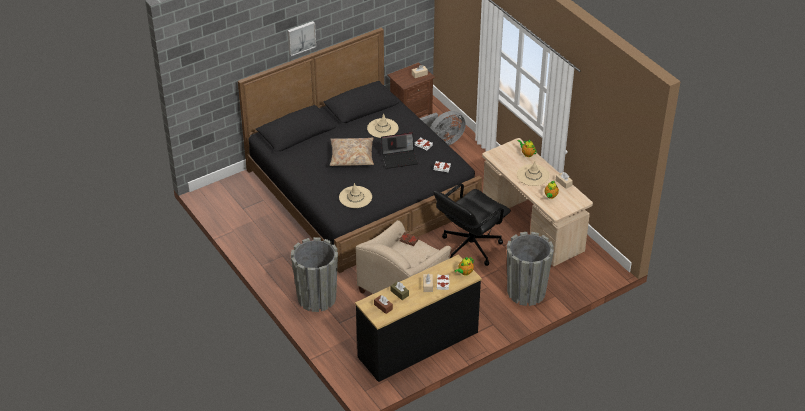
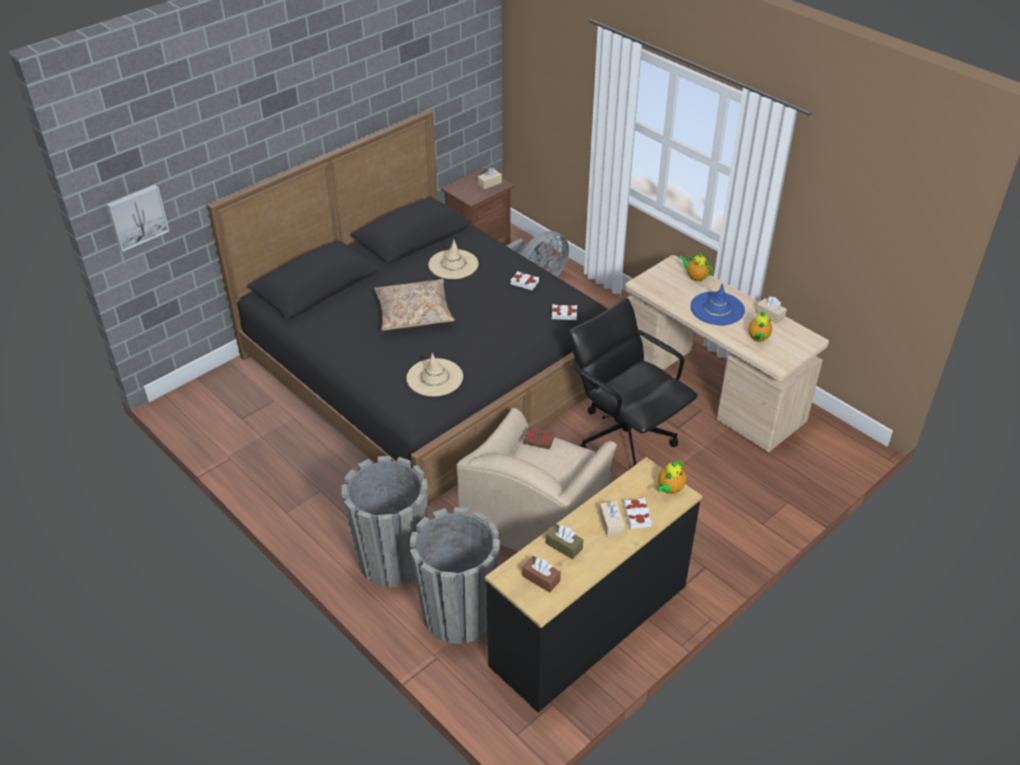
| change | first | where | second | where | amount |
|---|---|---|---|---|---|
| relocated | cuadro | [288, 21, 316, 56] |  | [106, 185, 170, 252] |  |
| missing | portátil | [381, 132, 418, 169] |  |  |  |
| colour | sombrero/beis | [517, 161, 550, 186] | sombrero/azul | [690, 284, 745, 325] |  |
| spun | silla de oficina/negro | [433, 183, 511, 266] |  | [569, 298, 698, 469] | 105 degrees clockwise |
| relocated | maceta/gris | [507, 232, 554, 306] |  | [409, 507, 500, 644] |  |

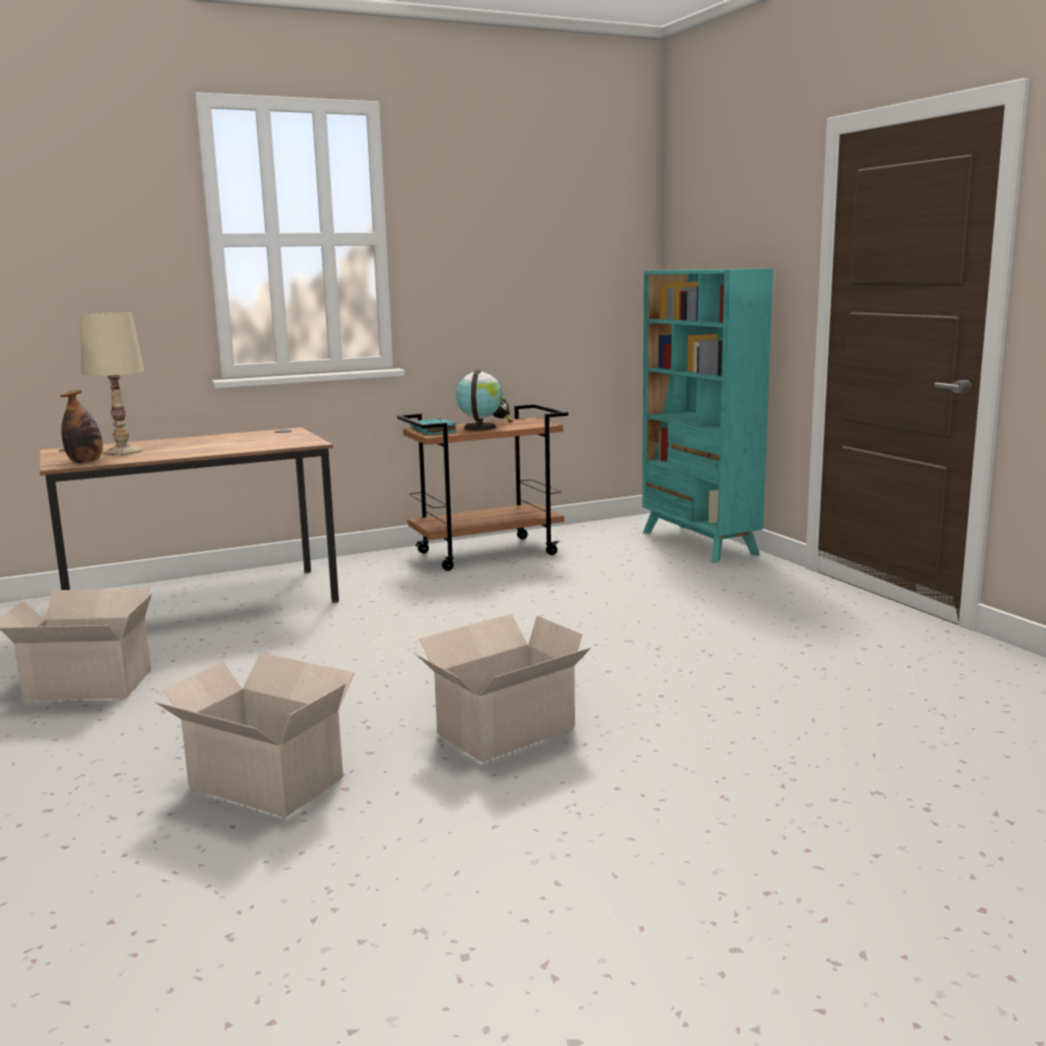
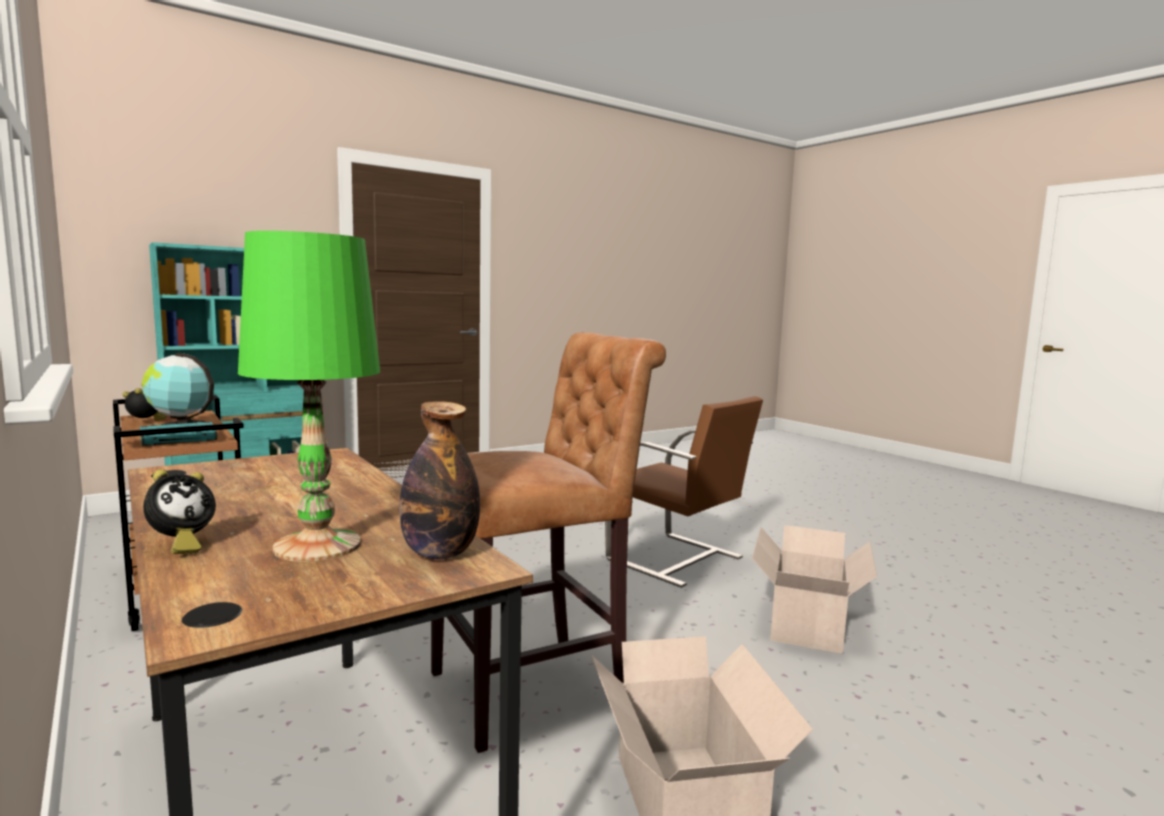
| change | first | where | second | where | amount |
|---|---|---|---|---|---|
| colour | lámpara de mesa/beis | [80, 312, 144, 455] | lámpara de mesa/verde | [238, 231, 380, 562] |  |
| exchanged | caja de cartón | [416, 614, 591, 762] | silla/marrón | [605, 396, 763, 588] |  |
| appeared |  |  | taburete/marrón | [431, 332, 666, 753] |  |
| appeared |  |  | despertador | [143, 469, 216, 554] |  |

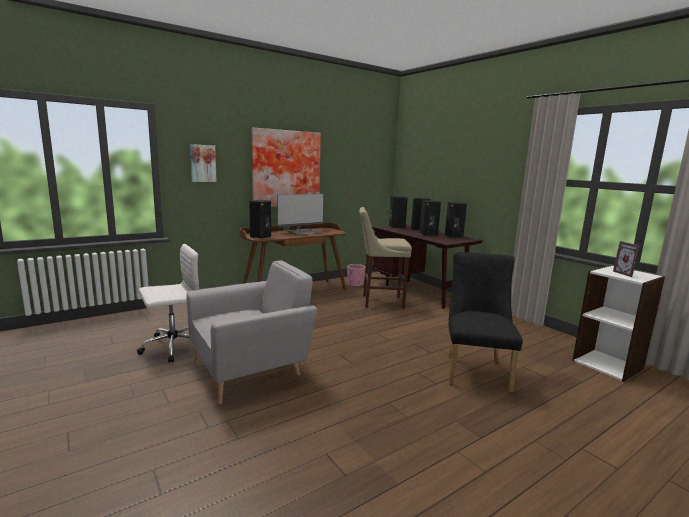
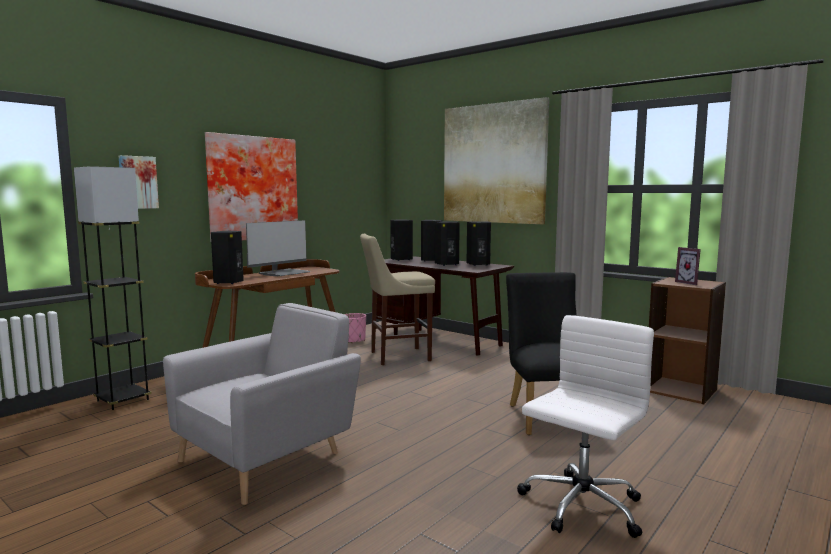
| change | first | where | second | where | amount |
|---|---|---|---|---|---|
| relocated | silla de oficina/blanco | [137, 244, 199, 363] |  | [517, 315, 654, 538] |  |
| colour | estantería/blanco | [572, 265, 665, 382] | estantería/marrón | [649, 277, 726, 404] |  |
| appeared |  |  | cuadro | [444, 97, 549, 224] |  |
| appeared |  |  | lámpara de pie/gris | [74, 166, 152, 410] |  |

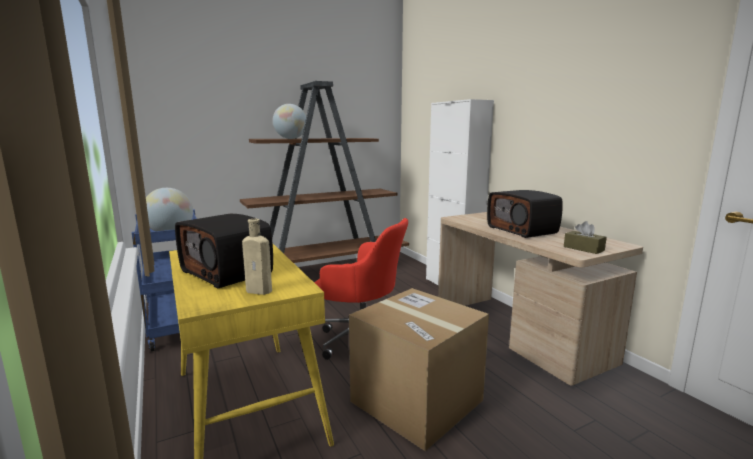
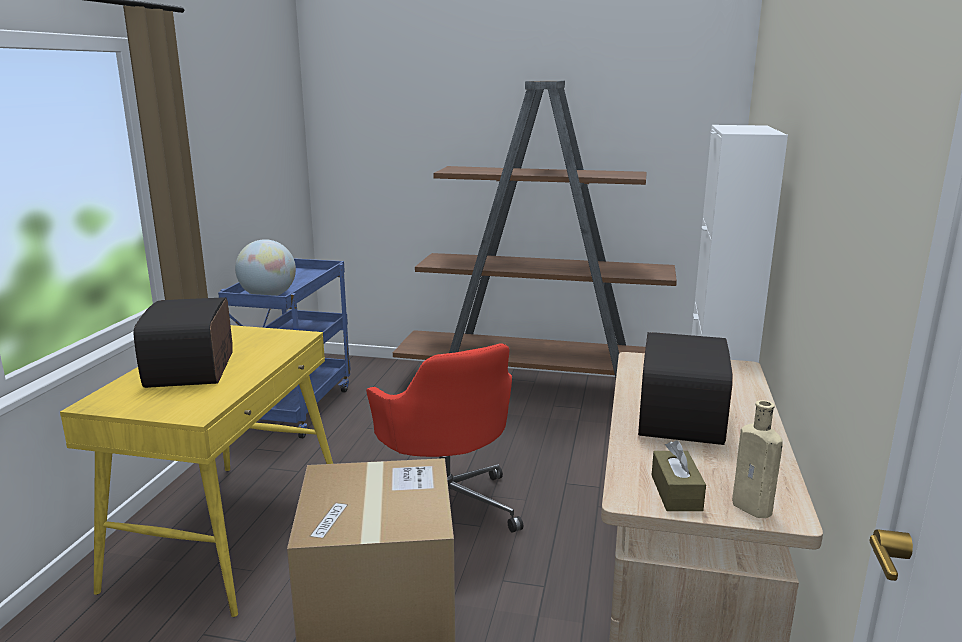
| change | first | where | second | where | amount |
|---|---|---|---|---|---|
| missing | globo terráqueo | [273, 104, 306, 139] |  |  |  |
| relocated | botella/beis | [242, 219, 272, 295] |  | [732, 400, 783, 518] |  |

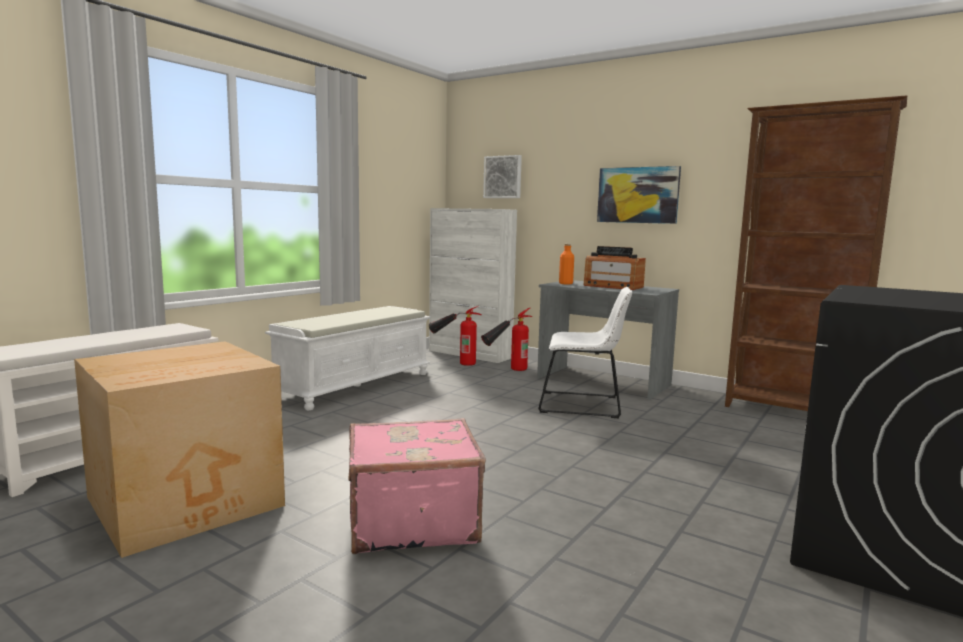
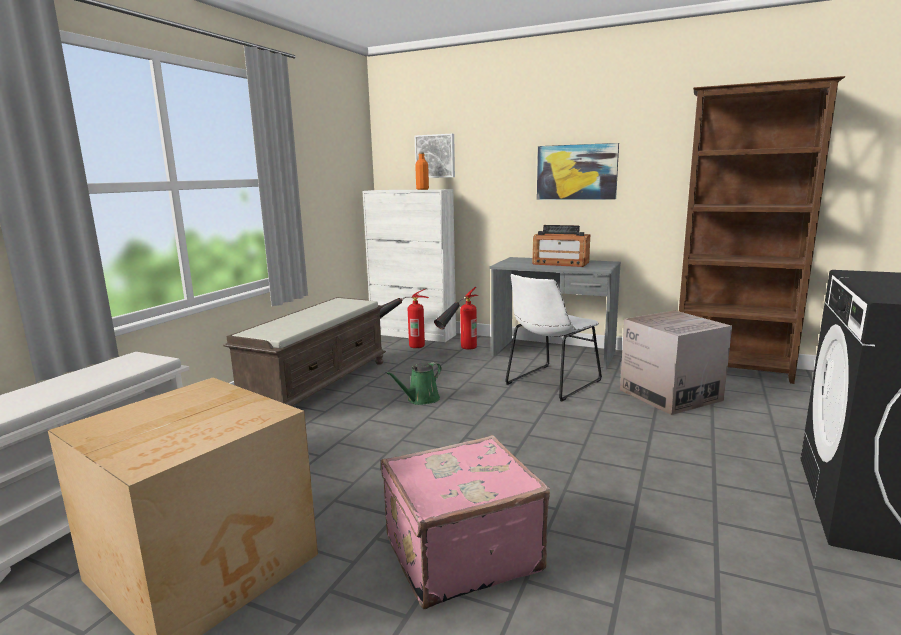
| change | first | where | second | where | amount |
|---|---|---|---|---|---|
| relocated | botella/naranja | [559, 244, 574, 284] |  | [415, 152, 429, 190] |  |
| spun | silla/blanco | [538, 287, 632, 418] |  | [505, 274, 602, 402] | 135 degrees clockwise |
| colour | banco/blanco | [265, 306, 431, 410] | banco/marrón | [223, 297, 386, 406] |  |
| appeared |  |  | caja de cartón | [620, 311, 732, 415] |  |
| appeared |  |  | regadera/verde | [385, 362, 442, 405] |  |

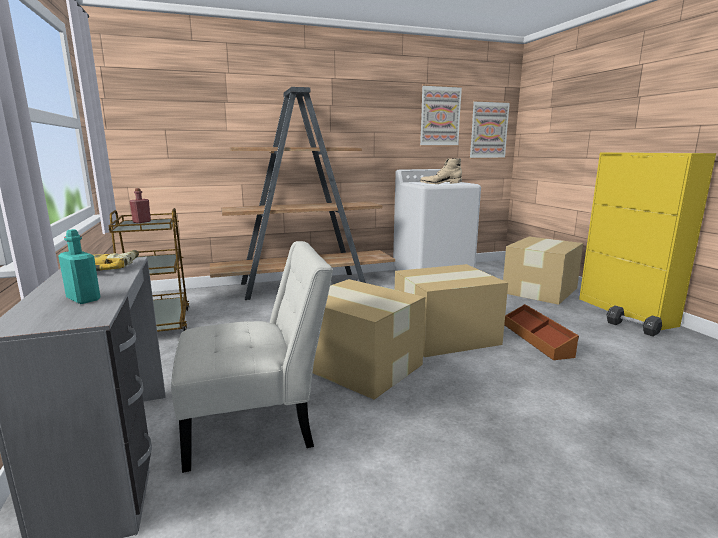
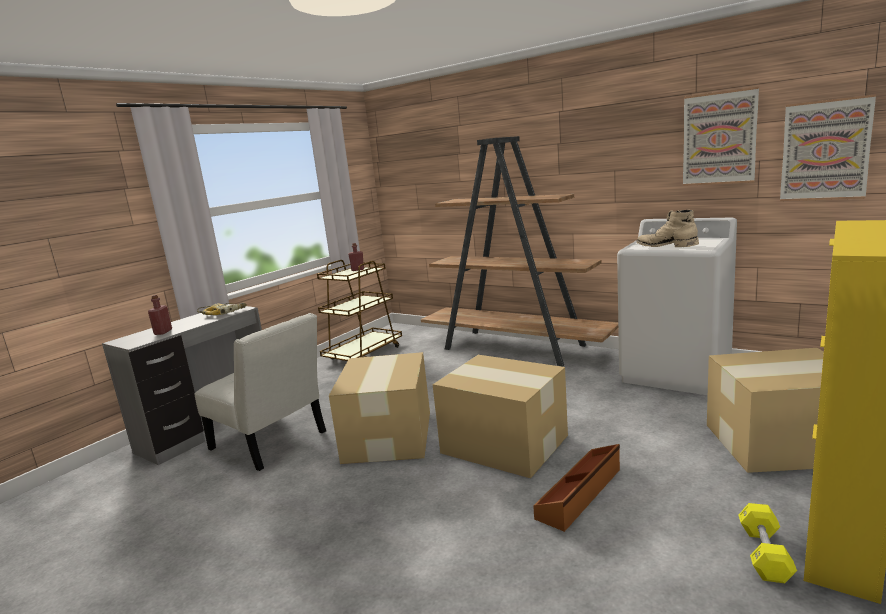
| change | first | where | second | where | amount |
|---|---|---|---|---|---|
| colour | botella/turquesa | [58, 229, 101, 304] | botella/rojo | [148, 295, 172, 335] |  |
| colour | mancuerna/negro | [607, 306, 662, 337] | mancuerna/amarillo | [739, 503, 797, 583] |  |

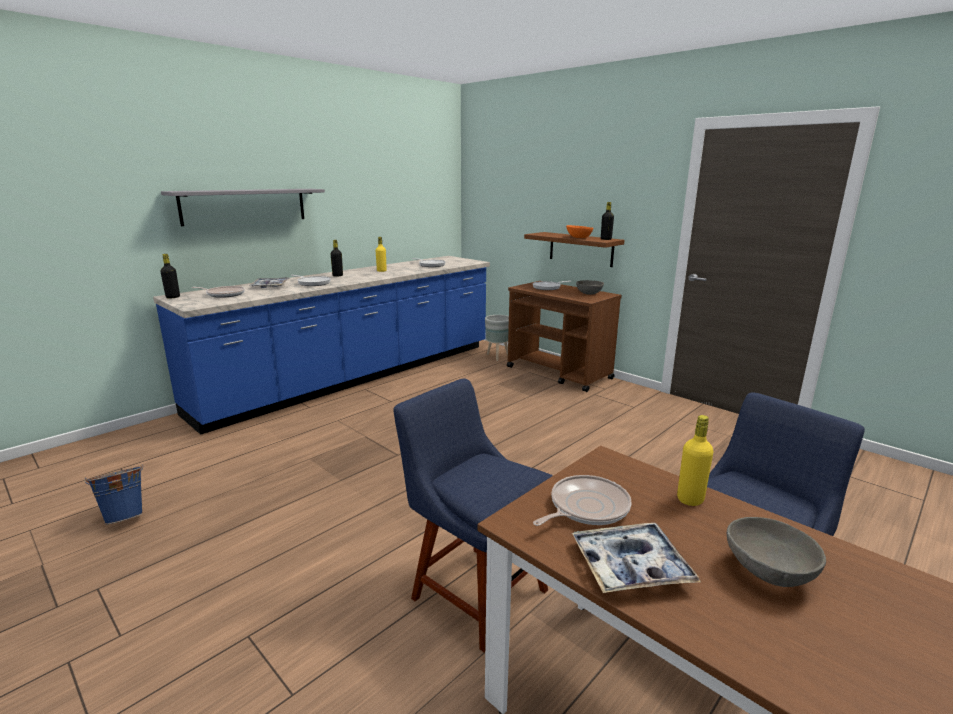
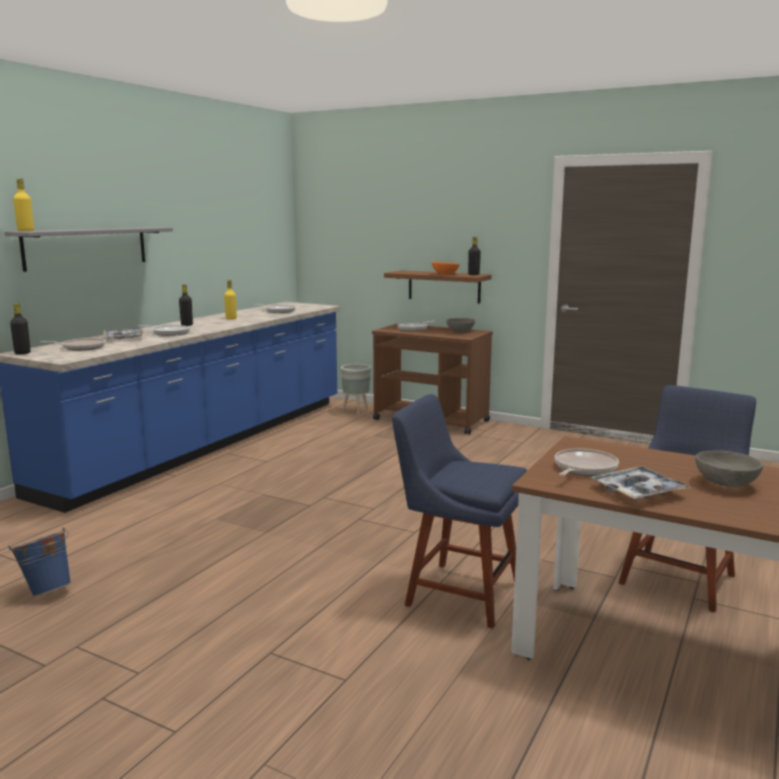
| change | first | where | second | where | amount |
|---|---|---|---|---|---|
| relocated | botella/amarillo | [677, 415, 713, 506] |  | [13, 178, 34, 231] |  |

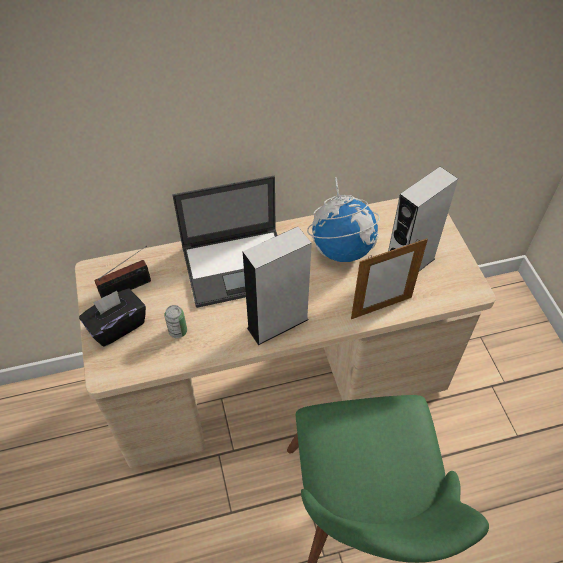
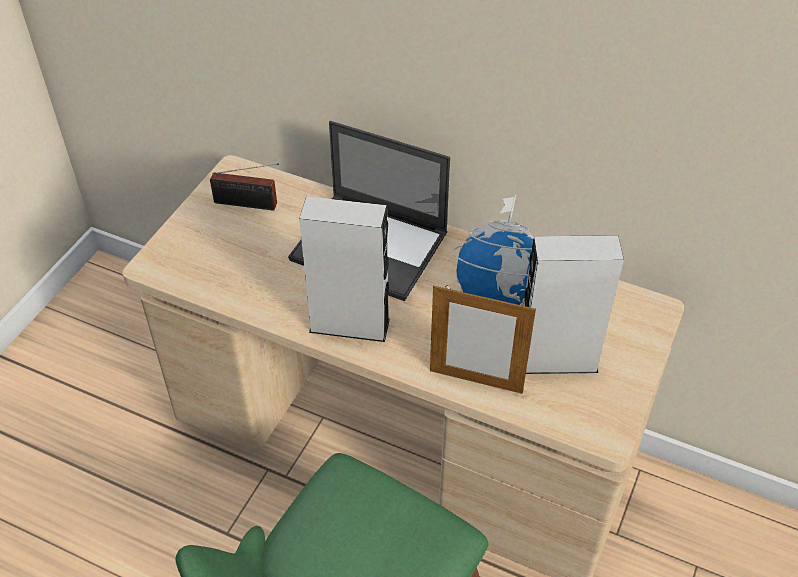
| change | first | where | second | where | amount |
|---|---|---|---|---|---|
| missing | caja de pañuelos/negro | [79, 289, 146, 347] |  |  |  |
| missing | lata | [164, 305, 187, 338] |  |  |  |

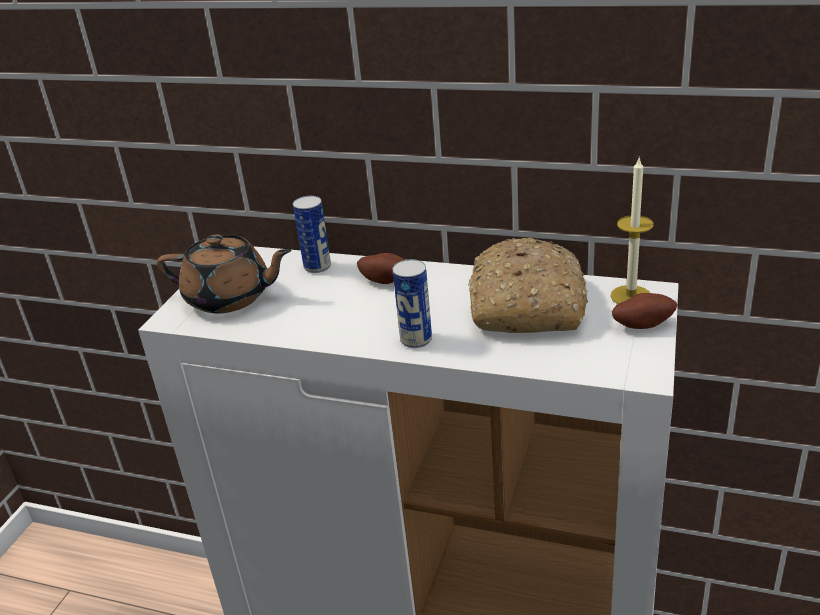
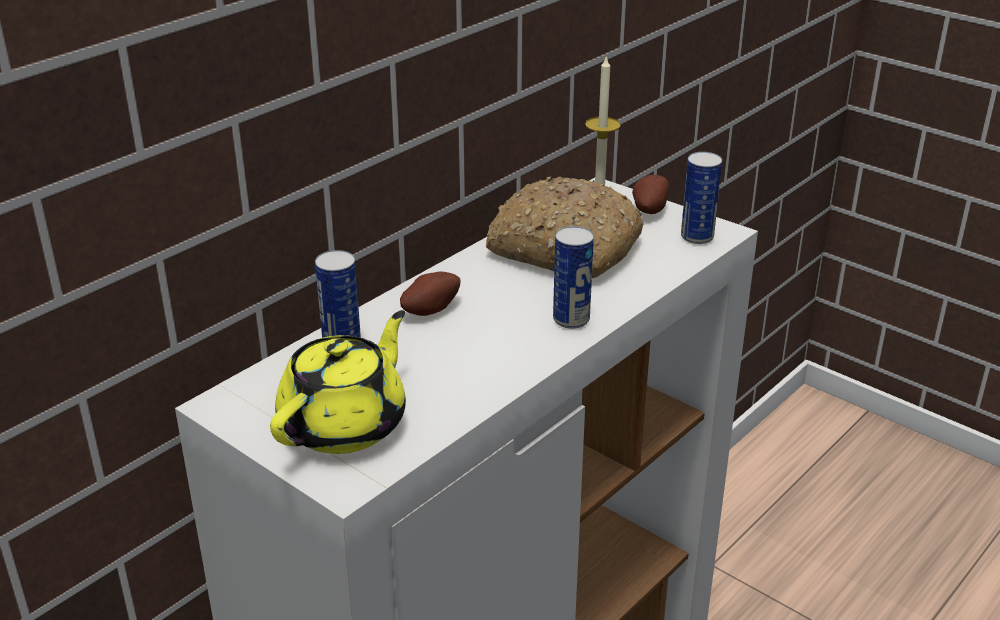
| change | first | where | second | where | amount |
|---|---|---|---|---|---|
| colour | tetera/marrón | [157, 234, 292, 313] | tetera/amarillo | [270, 310, 406, 454] |  |
| appeared |  |  | lata | [681, 152, 722, 244] |  |

